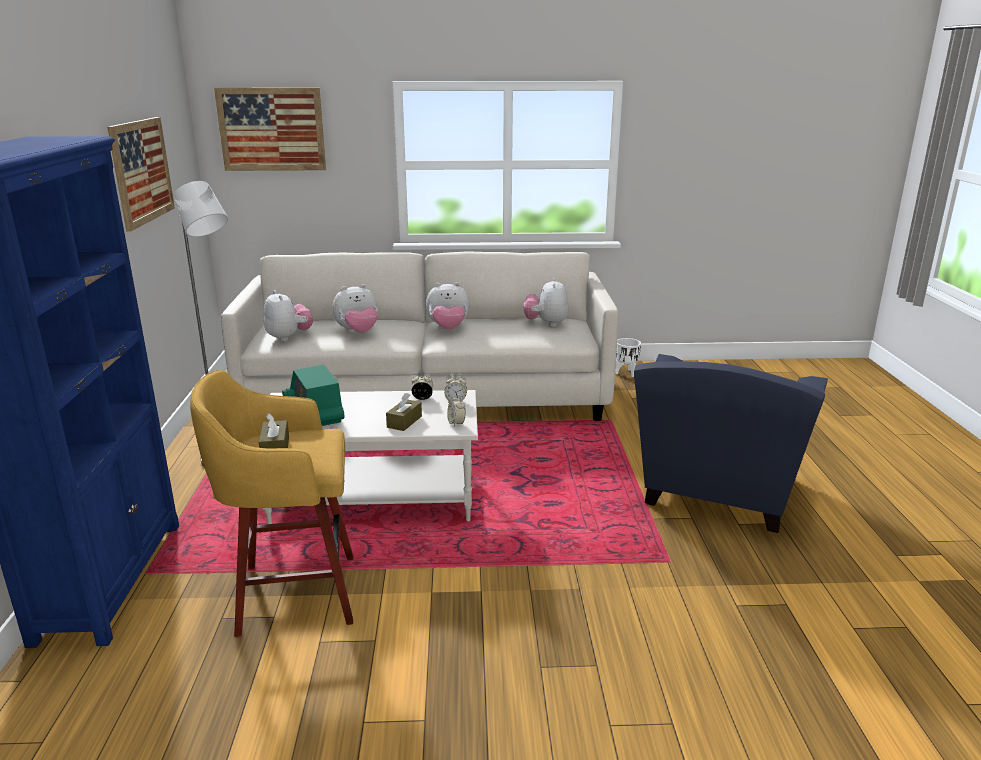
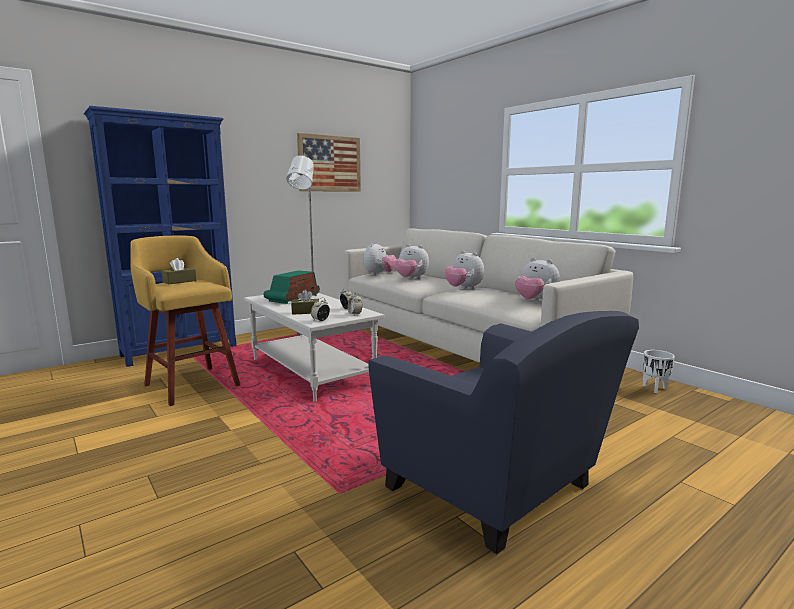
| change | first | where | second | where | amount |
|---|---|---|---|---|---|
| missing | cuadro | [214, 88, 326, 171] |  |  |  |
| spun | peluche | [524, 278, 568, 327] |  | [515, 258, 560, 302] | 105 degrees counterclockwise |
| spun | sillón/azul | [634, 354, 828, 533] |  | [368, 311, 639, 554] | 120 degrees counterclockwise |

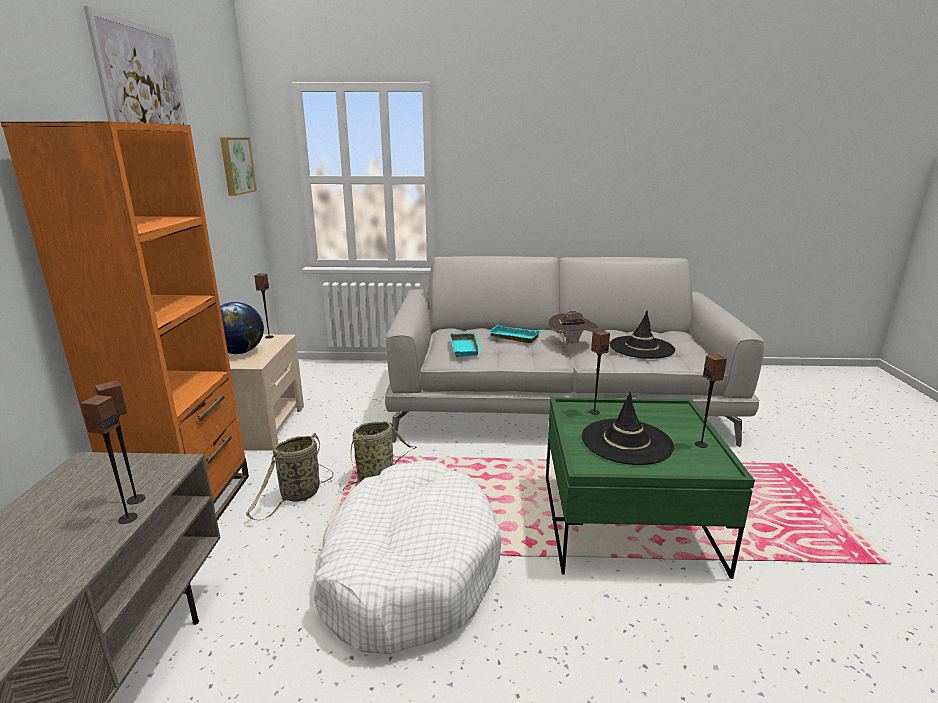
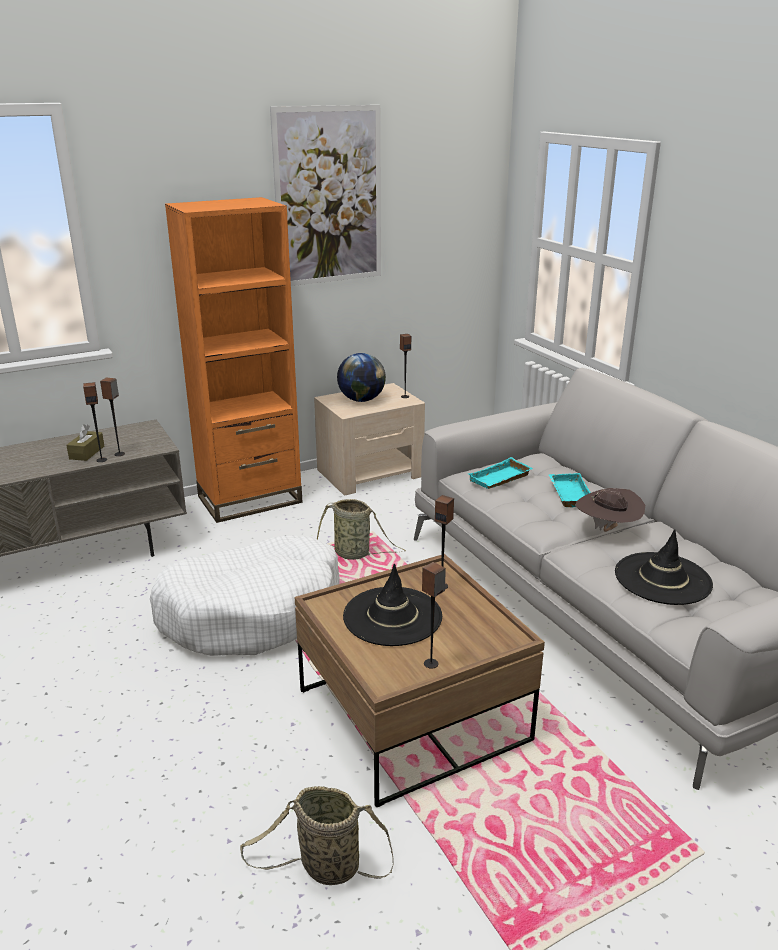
| change | first | where | second | where | amount |
|---|---|---|---|---|---|
| missing | cuadro | [220, 137, 257, 196] |  |  |  |
| colour | mesa de centro/verde | [546, 397, 755, 579] | mesa de centro/marrón | [294, 554, 545, 807] |  |
| relocated | cesta | [246, 433, 334, 520] |  | [240, 786, 393, 885] |  |
| appeared |  |  | caja de pañuelos/marrón | [66, 424, 104, 461] |  |

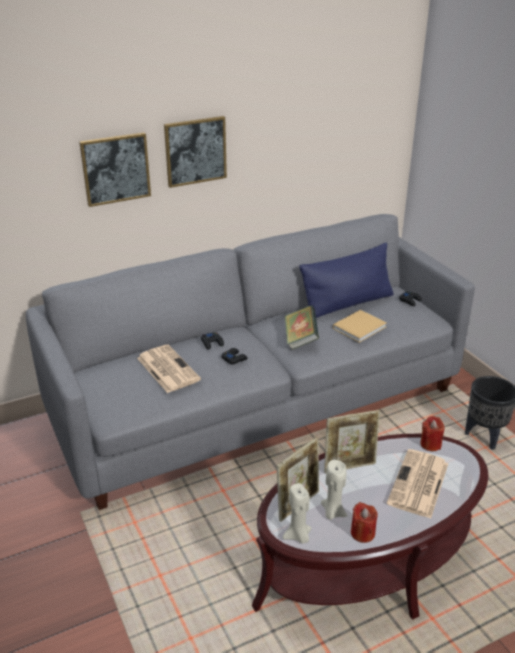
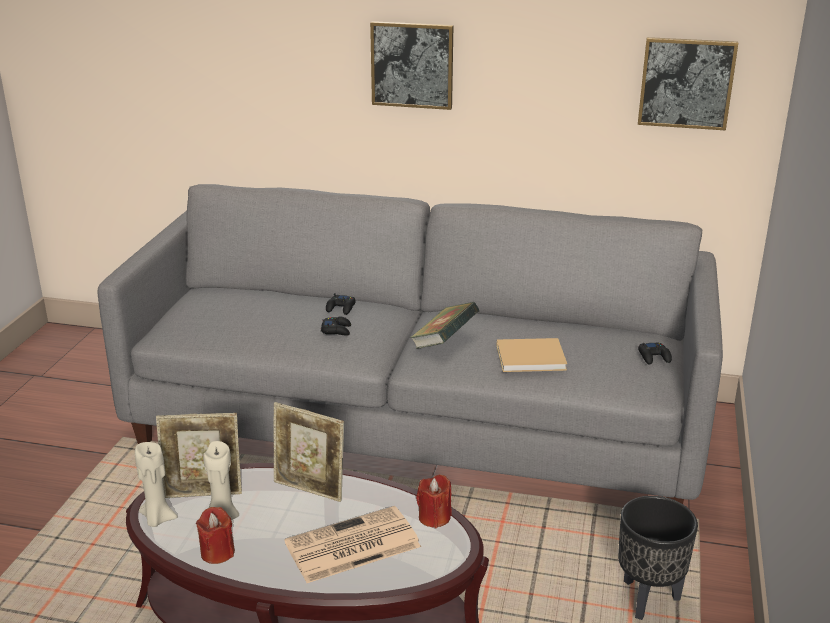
| change | first | where | second | where | amount |
|---|---|---|---|---|---|
| relocated | cuadro | [79, 132, 151, 207] |  | [638, 37, 738, 130] |  |
| missing | cojín/azul | [299, 243, 394, 318] |  |  |  |
| missing | periódico | [137, 345, 201, 393] |  |  |  |

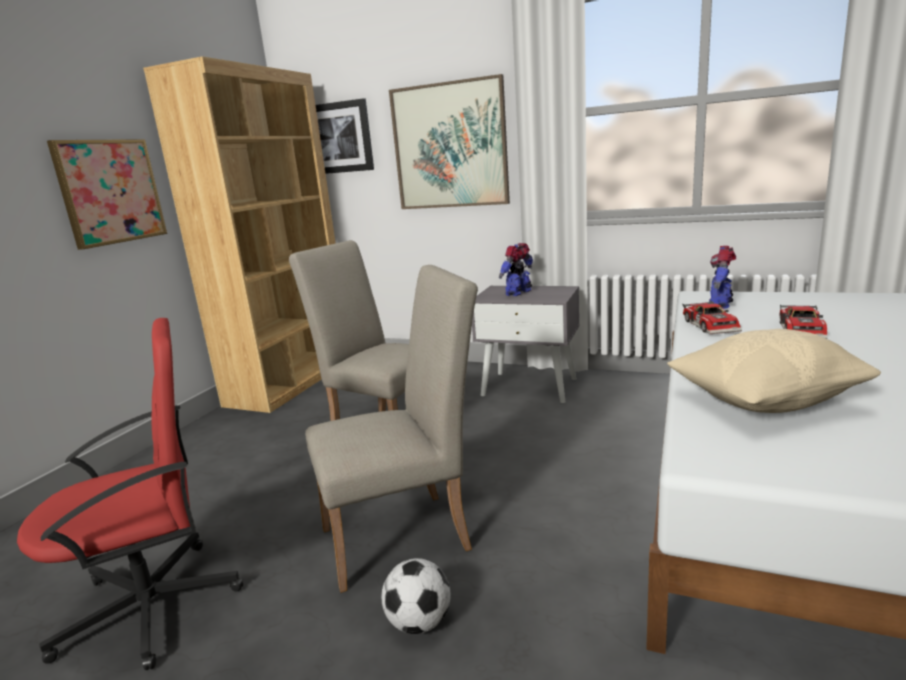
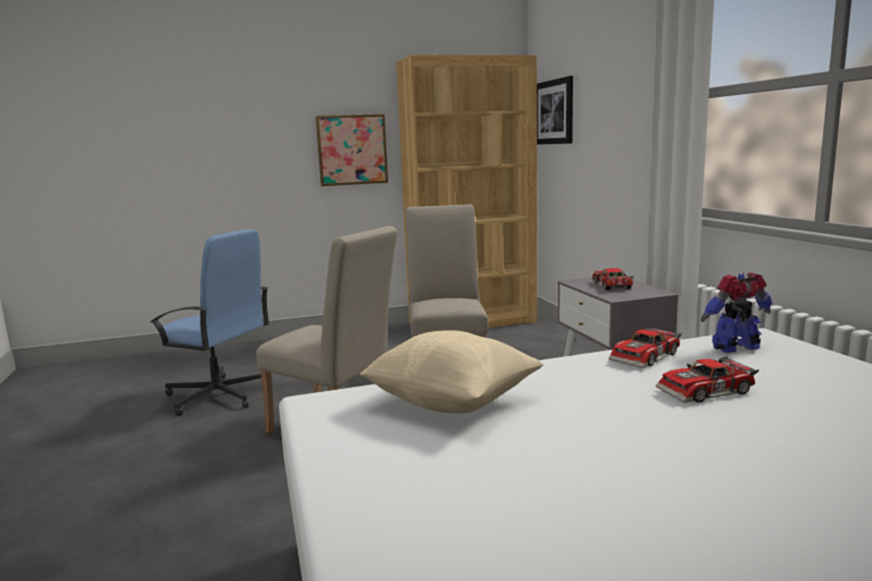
| change | first | where | second | where | amount |
|---|---|---|---|---|---|
| missing | cuadro | [389, 74, 510, 209] |  |  |  |
| exchanged | robot de juguete | [499, 243, 533, 296] | coche de juguete | [591, 268, 634, 290] |  |
| colour | silla de oficina/rojo | [17, 318, 243, 670] | silla de oficina/azul | [150, 229, 269, 416] |  |
| missing | balón de fútbol | [382, 558, 451, 634] |  |  |  |

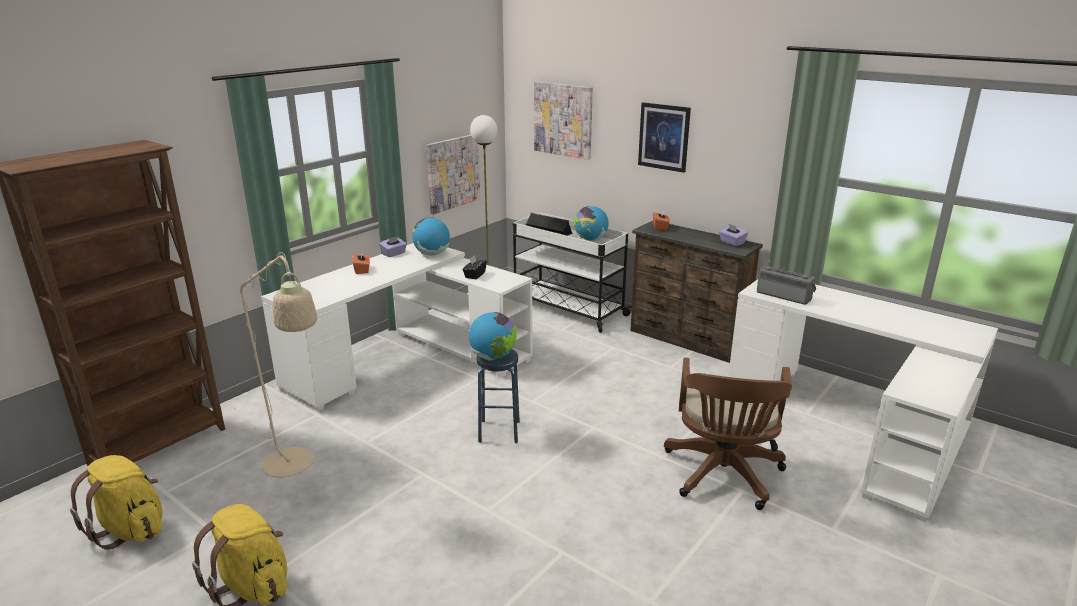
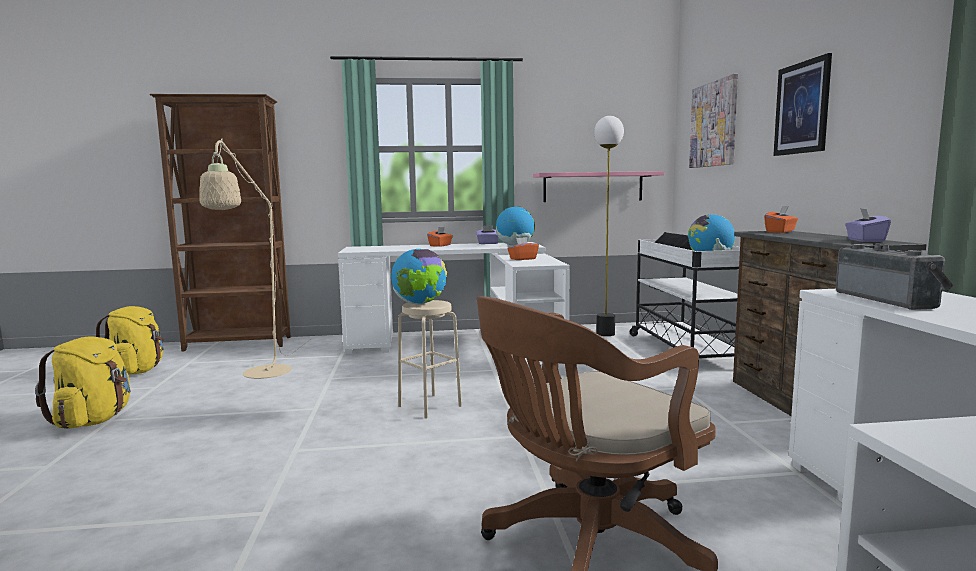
| change | first | where | second | where | amount |
|---|---|---|---|---|---|
| exchanged | cuadro | [426, 135, 480, 214] | estante/rosa | [533, 171, 665, 202] |  |
| colour | caja de pañuelos/negro | [462, 255, 487, 279] | caja de pañuelos/naranja | [507, 237, 539, 260] |  |
| colour | taburete/azul | [477, 349, 520, 443] | taburete/beis | [398, 300, 462, 419] |  |

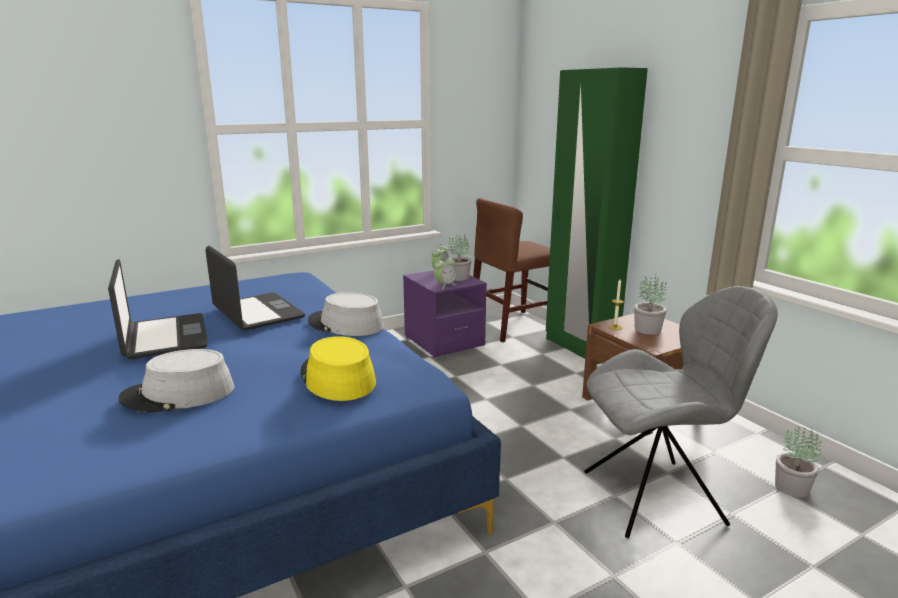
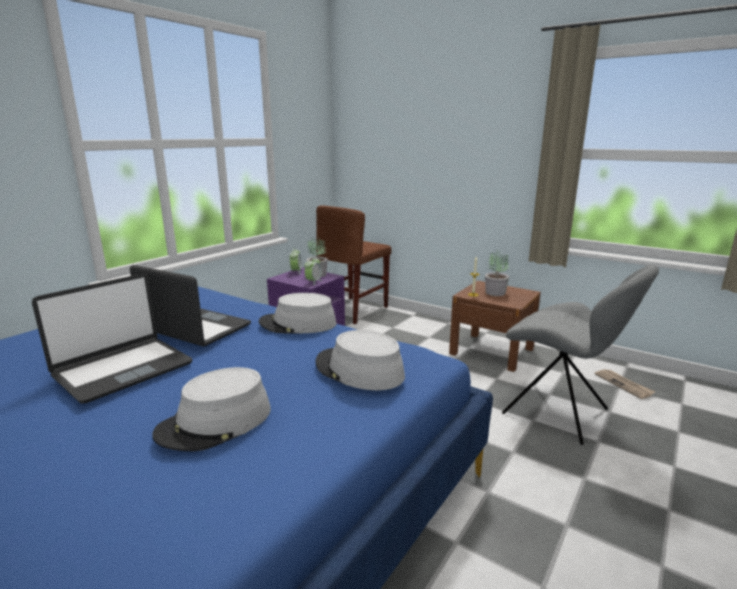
| change | first | where | second | where | amount |
|---|---|---|---|---|---|
| missing | armario ropero/verde | [546, 67, 648, 364] |  |  |  |
| spun | portátil | [108, 259, 208, 359] |  | [32, 274, 192, 404] | 90 degrees clockwise |
| spun | silla/gris | [584, 286, 778, 538] |  | [502, 264, 659, 445] | 75 degrees clockwise |
| colour | sombrero/amarillo | [300, 336, 376, 401] | sombrero/gris | [316, 330, 405, 390] |  |
| exchanged | planta en maceta | [775, 427, 822, 497] | periódico | [594, 369, 655, 399] |  |

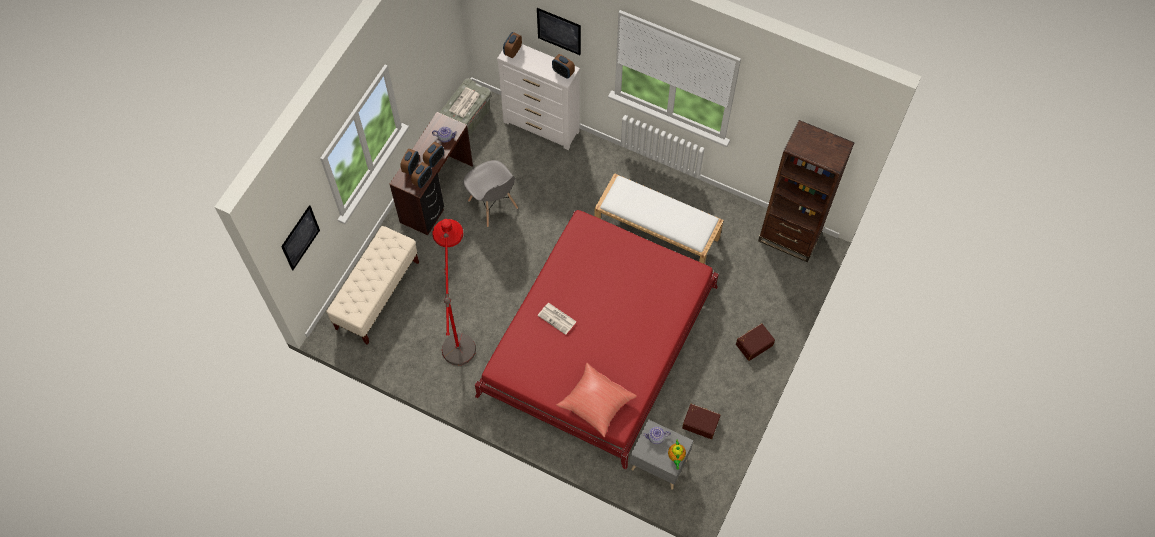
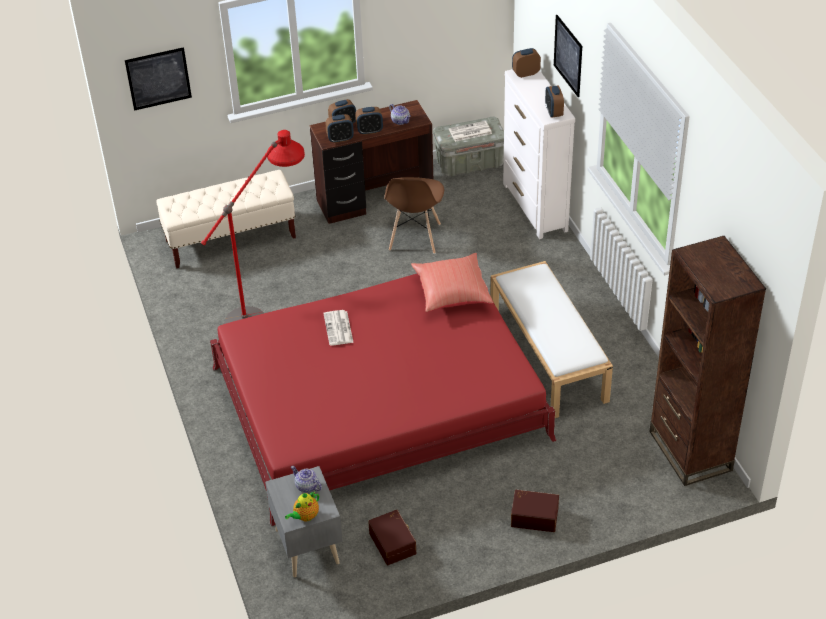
| change | first | where | second | where | amount |
|---|---|---|---|---|---|
| colour | silla/gris | [463, 160, 518, 227] | silla/marrón | [384, 177, 444, 254] |  |
| relocated | cojín/rojo | [556, 363, 637, 437] |  | [411, 253, 493, 312] |  |

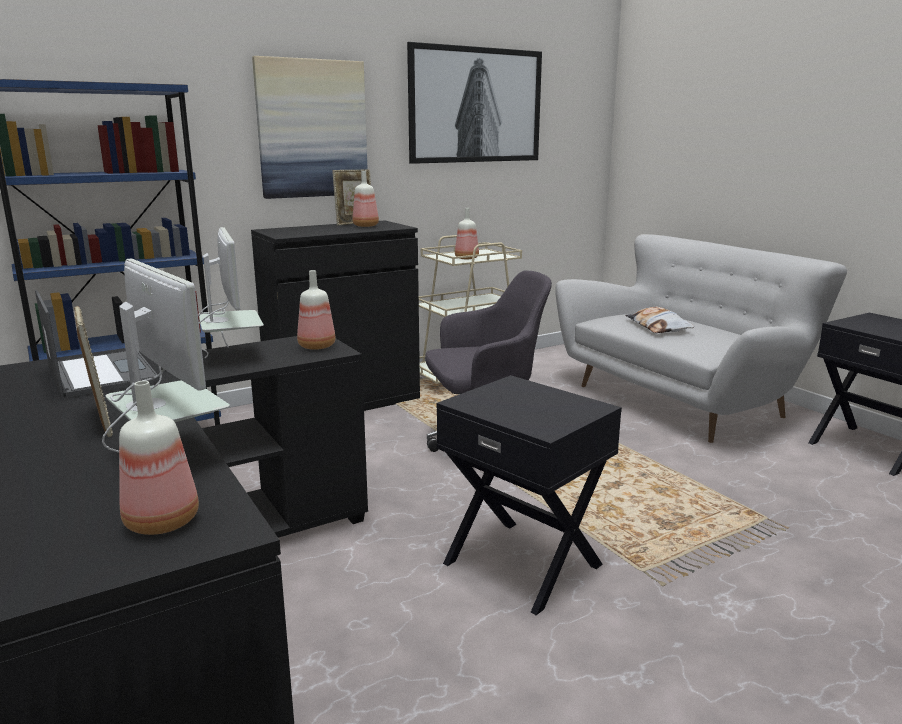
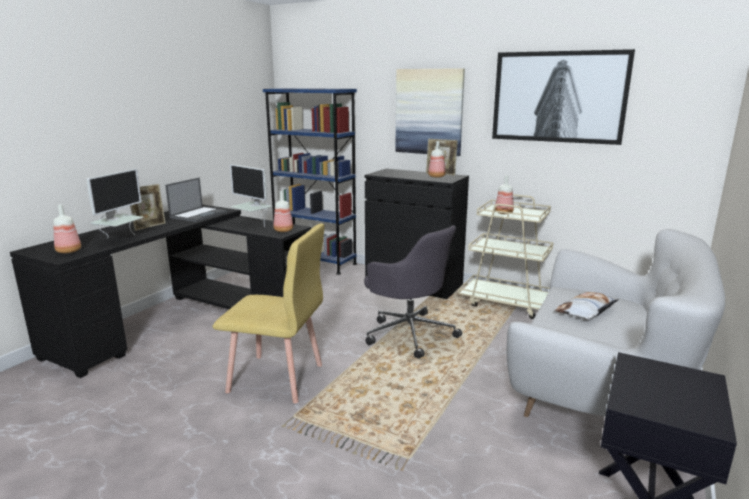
| change | first | where | second | where | amount |
|---|---|---|---|---|---|
| spun | monitor | [198, 227, 264, 358] |  | [230, 164, 272, 227] | 90 degrees clockwise |
| exchanged | mesa auxiliar/negro | [436, 375, 622, 615] | silla/amarillo | [213, 223, 325, 404] |  |

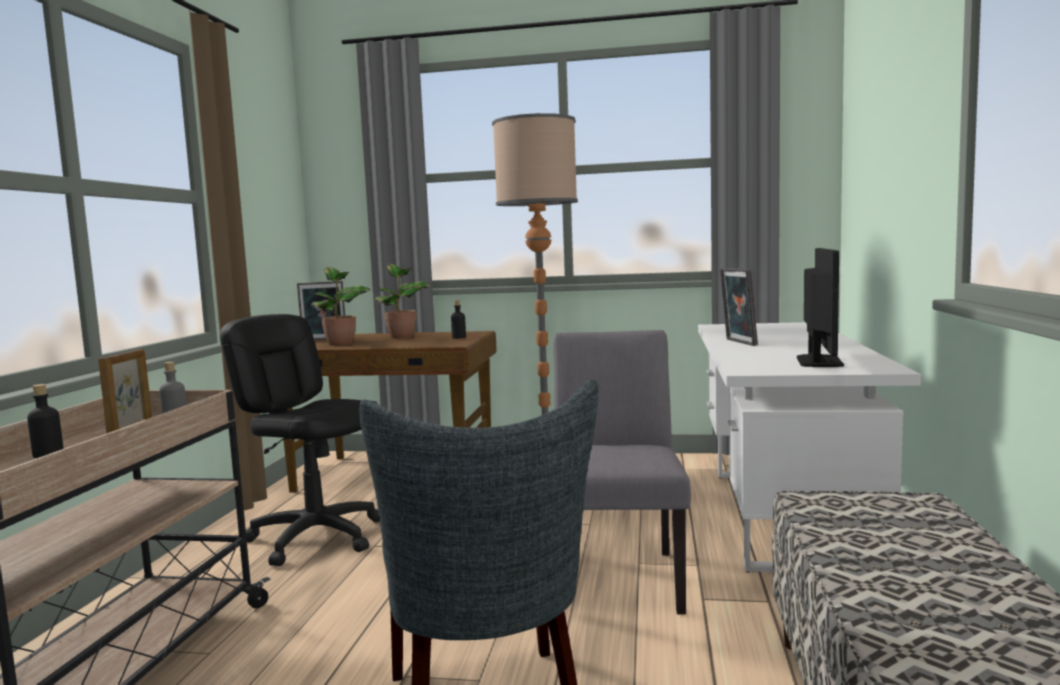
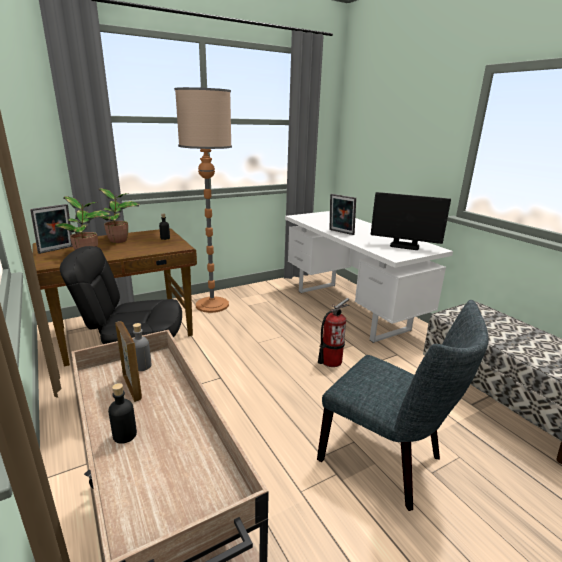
| change | first | where | second | where | amount |
|---|---|---|---|---|---|
| spun | monitor | [797, 248, 844, 367] |  | [371, 192, 451, 250] | 135 degrees clockwise |
| exchanged | silla/gris | [553, 330, 691, 614] | extintor | [318, 298, 349, 367] |  |

